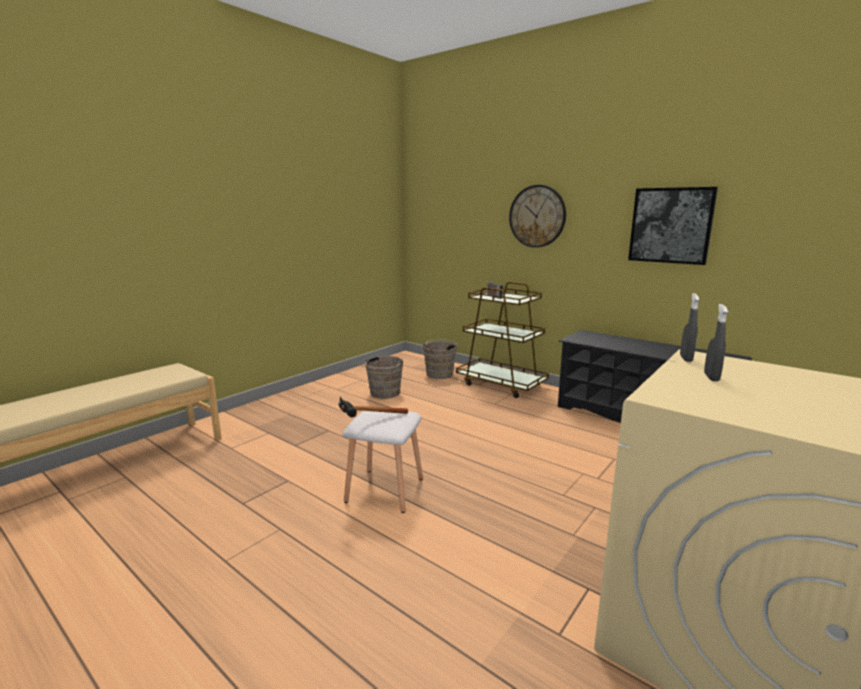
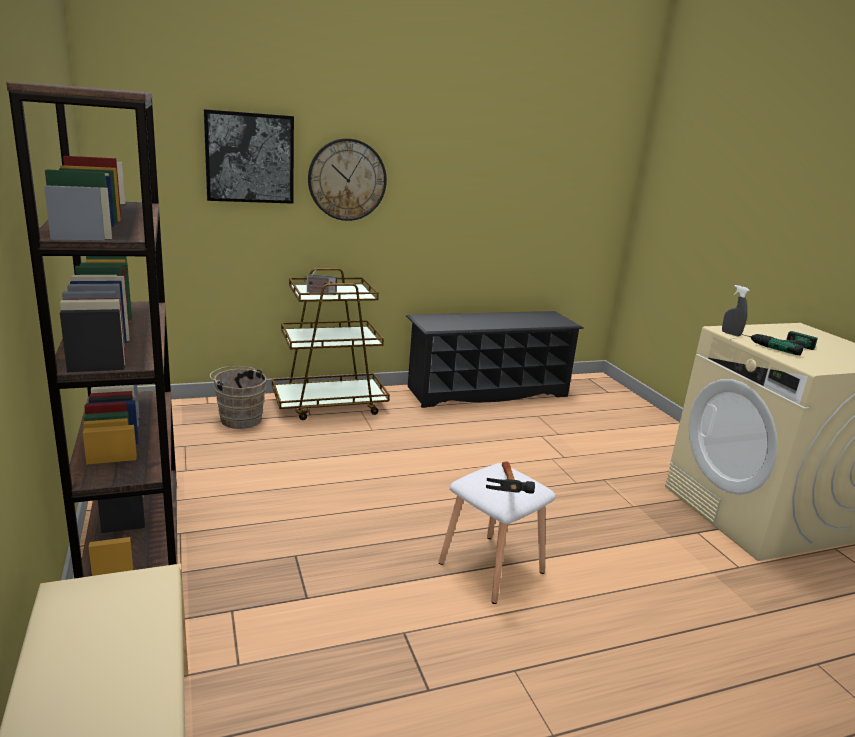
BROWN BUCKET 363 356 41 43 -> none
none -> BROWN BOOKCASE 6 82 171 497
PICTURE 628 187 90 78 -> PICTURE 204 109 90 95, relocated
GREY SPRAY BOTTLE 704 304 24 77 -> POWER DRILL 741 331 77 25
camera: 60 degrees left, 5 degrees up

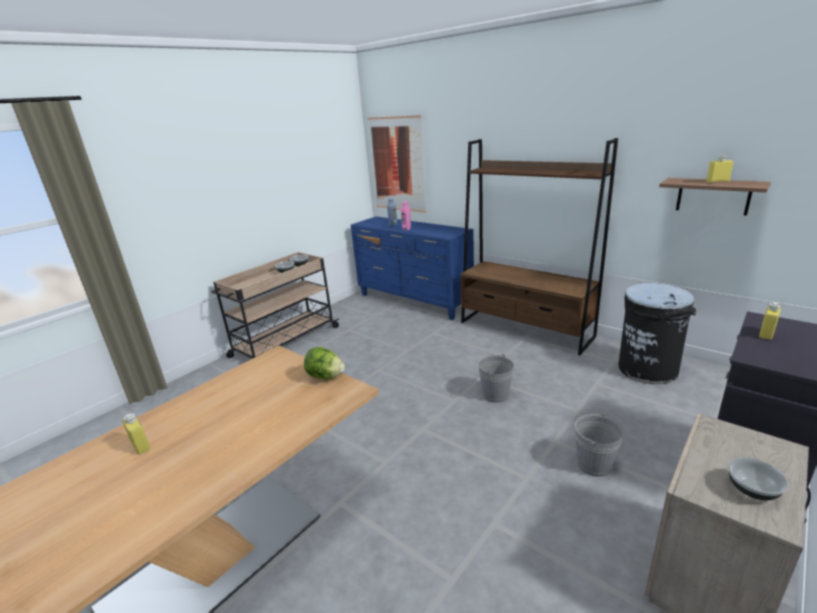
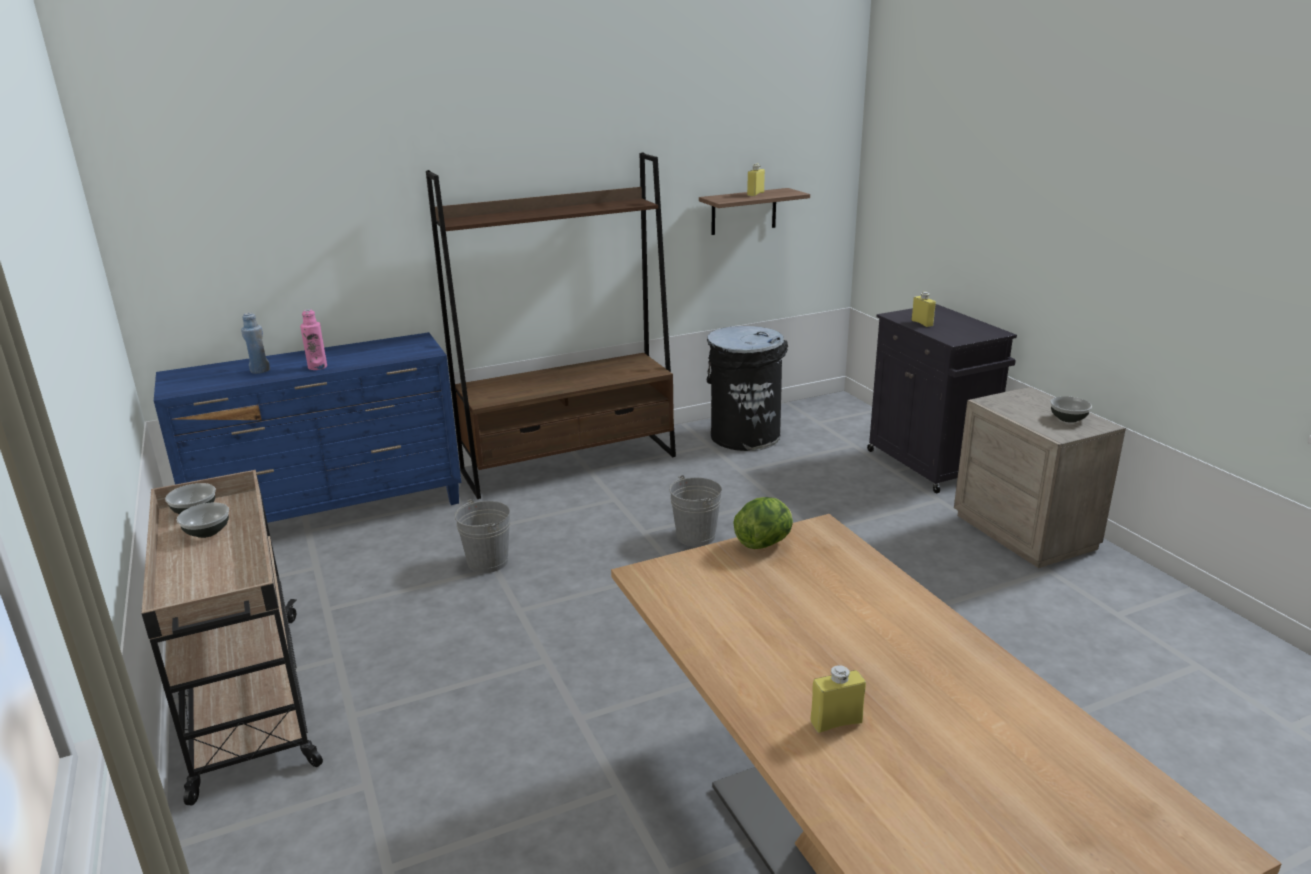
PICTURE 368 115 59 98 -> none
GREY BUCKET 575 413 48 64 -> GREY BUCKET 455 499 55 74, relocated
camera: 65 degrees left, 0 degrees up

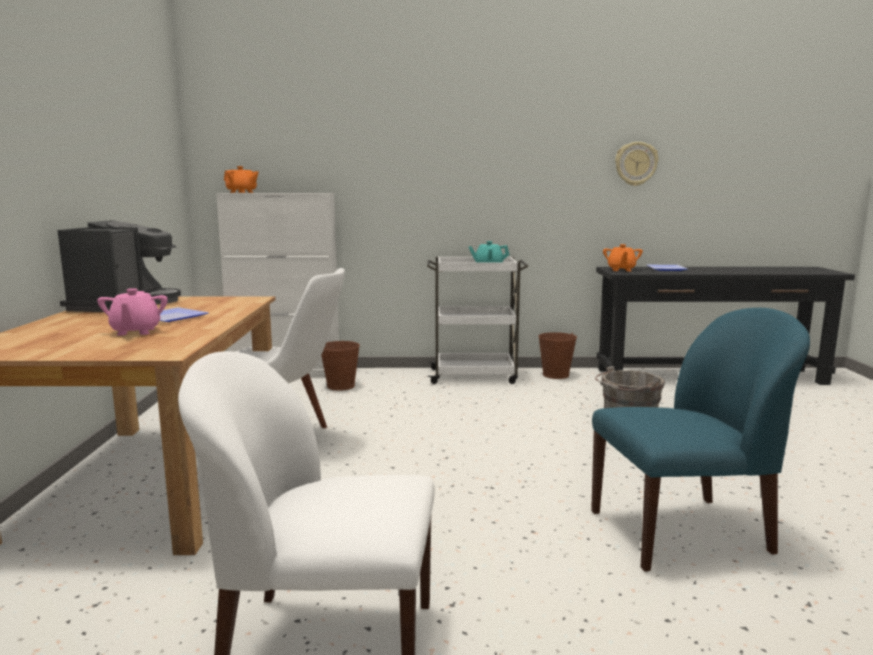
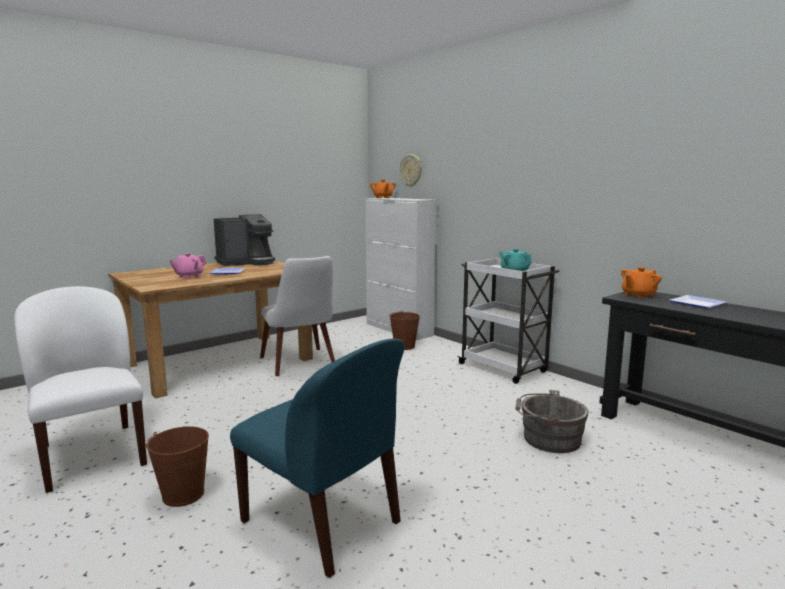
BROWN BUCKET 539 332 38 47 -> BROWN BUCKET 146 426 63 81, relocated
WALL CLOCK 615 142 44 44 -> WALL CLOCK 400 154 22 33, relocated
camera: 50 degrees right, 0 degrees up

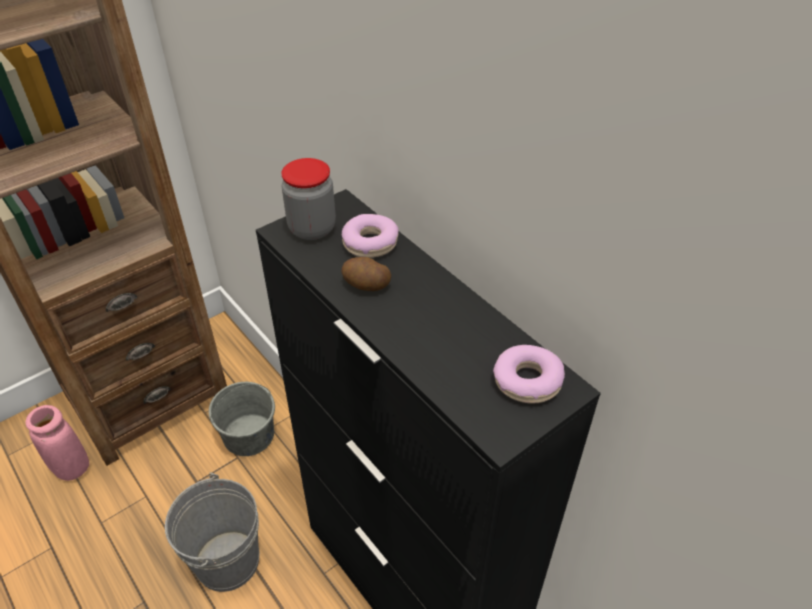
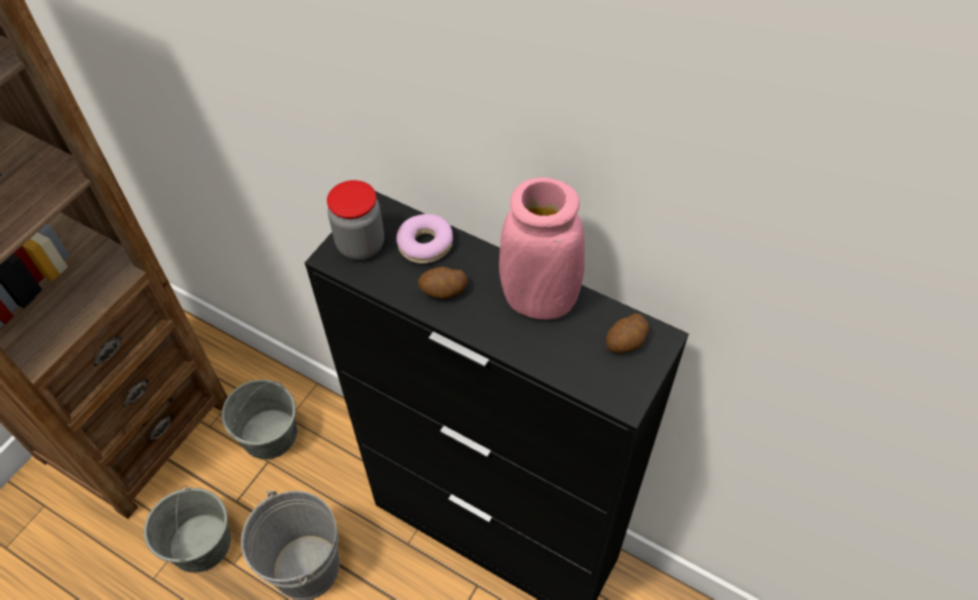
none -> GREY BUCKET 144 486 87 87
PINK VASE 26 405 63 76 -> PINK VASE 499 178 86 142, relocated
DONUT 493 345 72 59 -> POTATO 606 313 43 41
camera: 20 degrees left, 10 degrees up

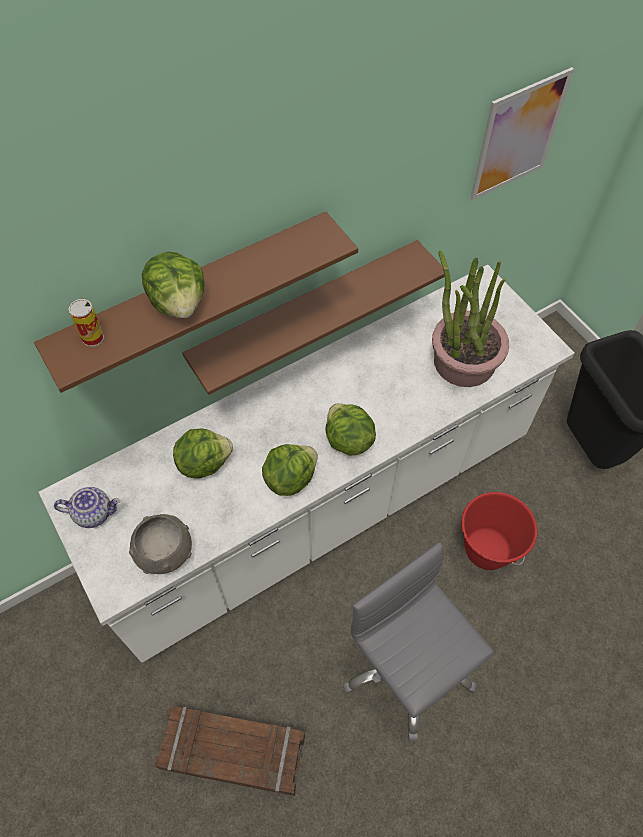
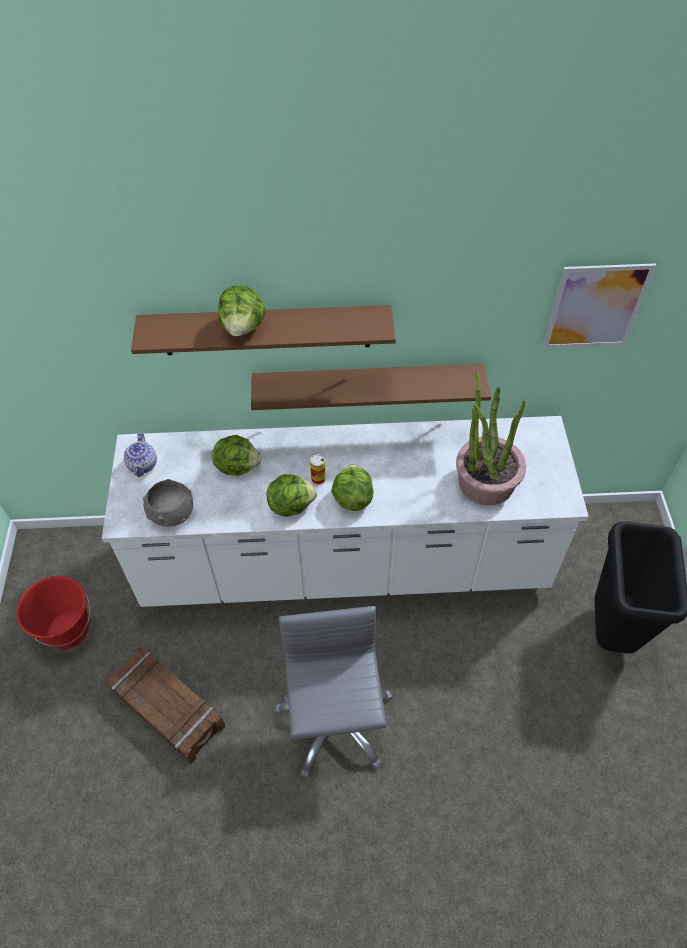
CAN 68 299 36 48 -> CAN 310 454 16 31, relocated
RED BUCKET 461 492 77 78 -> RED BUCKET 16 576 74 73, relocated
TEAPOT 54 487 66 41 -> TEAPOT 124 433 33 44, 60 degrees clockwise
camera: 30 degrees right, 5 degrees down

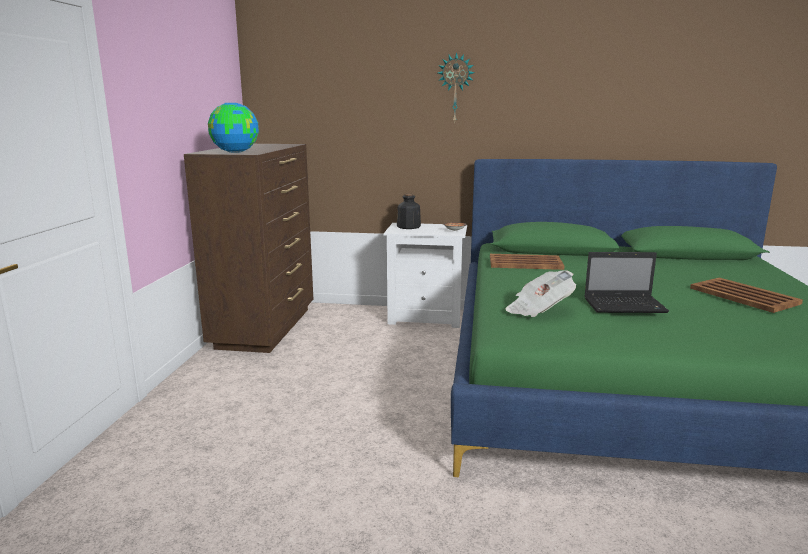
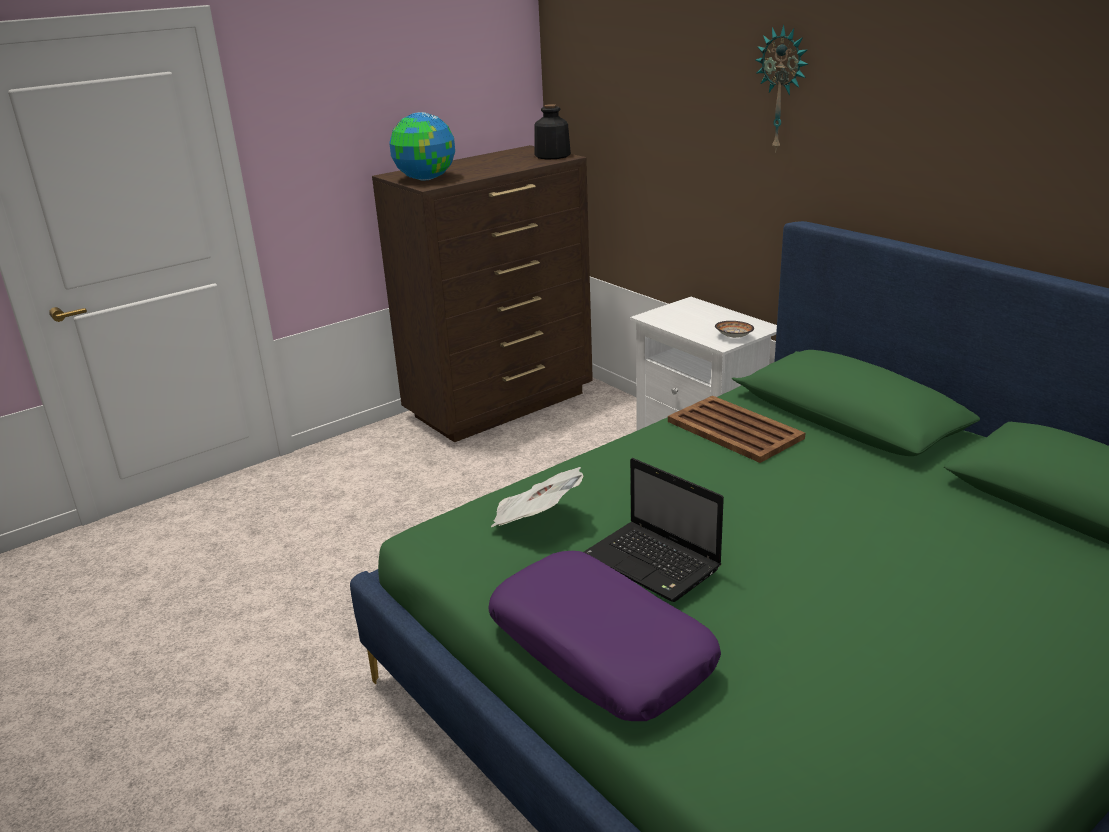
BROWN TRAY 690 278 113 35 -> none
none -> PURPLE PILLOW 488 551 233 170
BOTTLE 397 194 24 35 -> BOTTLE 535 104 36 56, relocated
camera: 45 degrees right, 10 degrees up

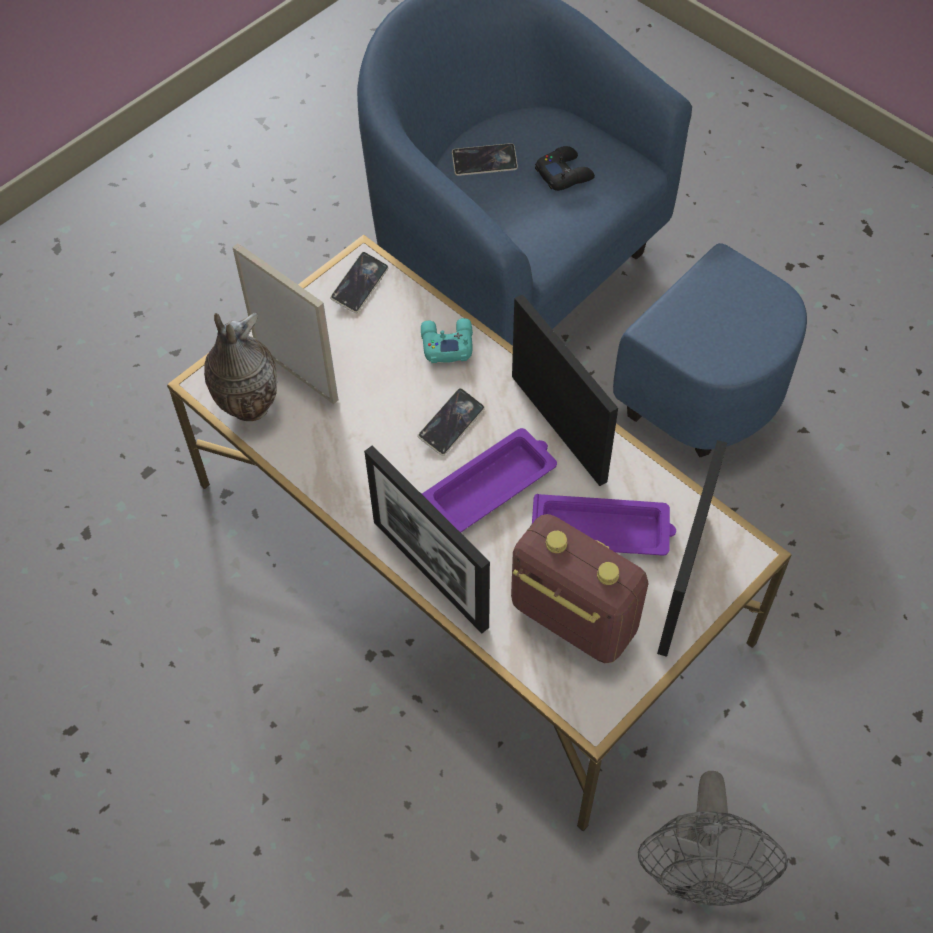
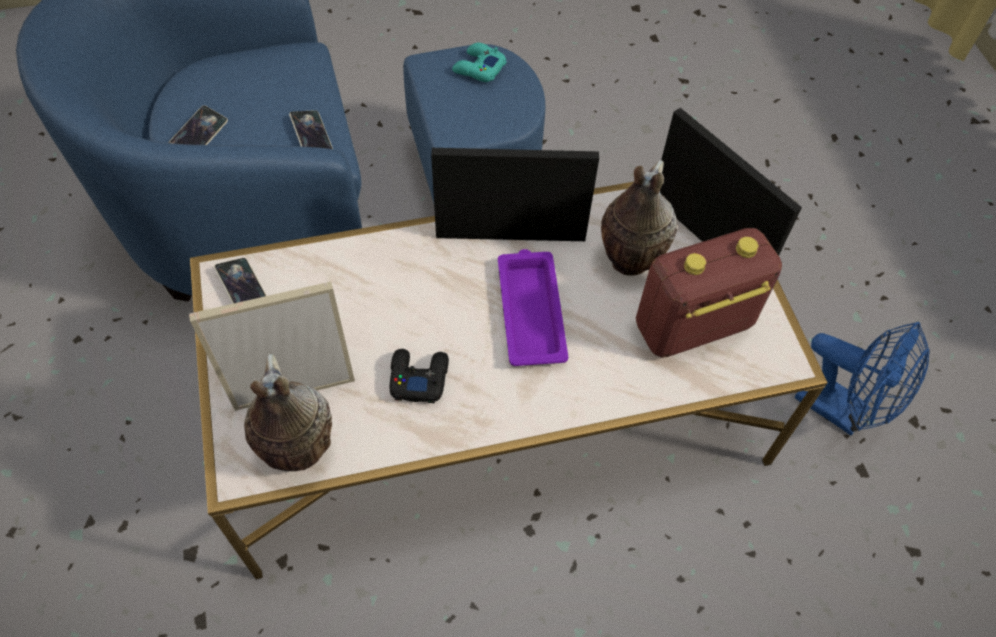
PICTURE FRAME 364 445 126 188 -> none
PHONE 418 388 67 68 -> PHONE 289 110 44 39, relocated
TURQUOISE GAME CONTROLLER 421 318 52 45 -> TURQUOISE GAME CONTROLLER 452 43 55 39, relocated
BLACK GAME CONTROLLER 535 146 60 45 -> BLACK GAME CONTROLLER 390 349 59 54, relocated
PURPLE TRAY 532 494 144 62 -> VASE 601 160 76 116
GREY FAN 638 771 150 135 -> BLUE FAN 795 322 135 113
camera: 60 degrees left, 0 degrees up

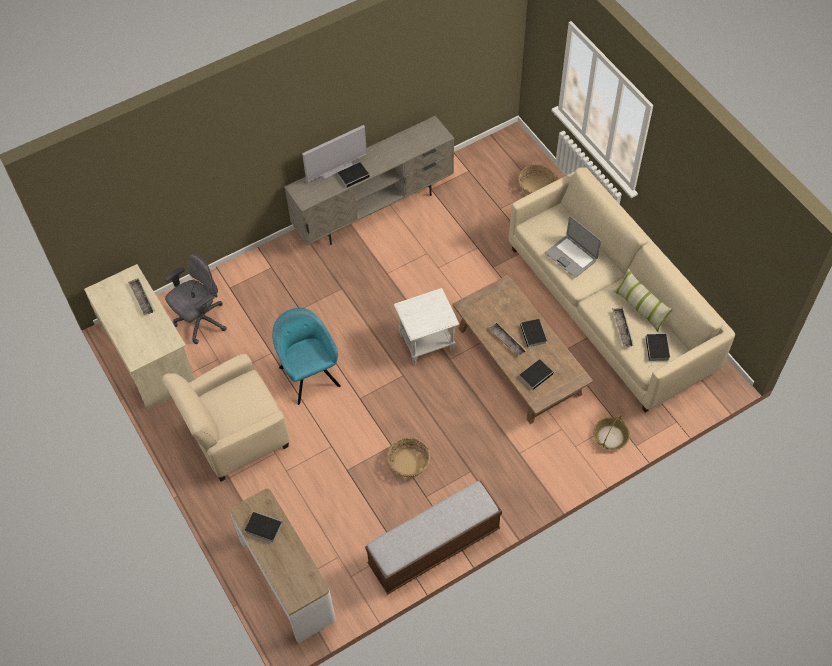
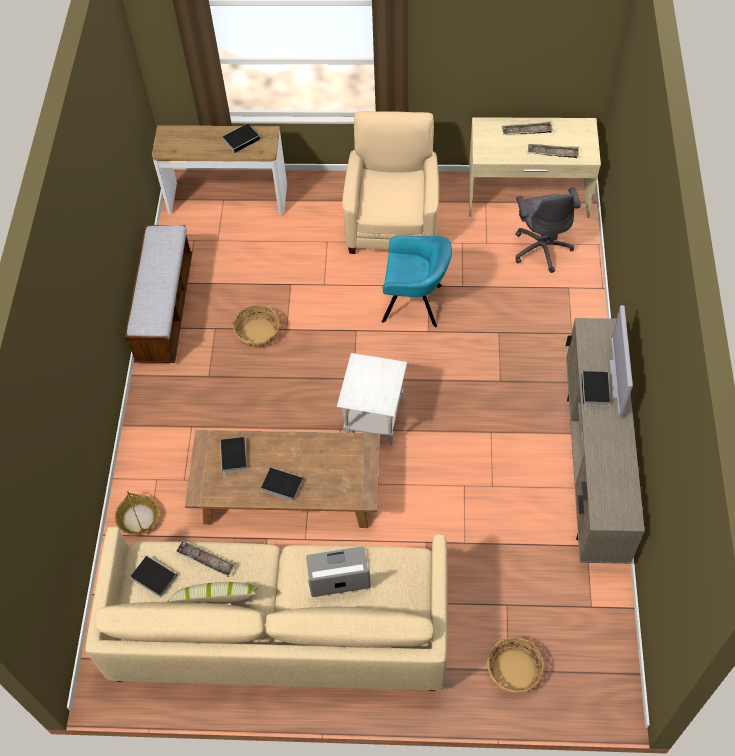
TRAY 488 322 39 34 -> TRAY 502 121 51 14, relocated
camera: 125 degrees right, 0 degrees up

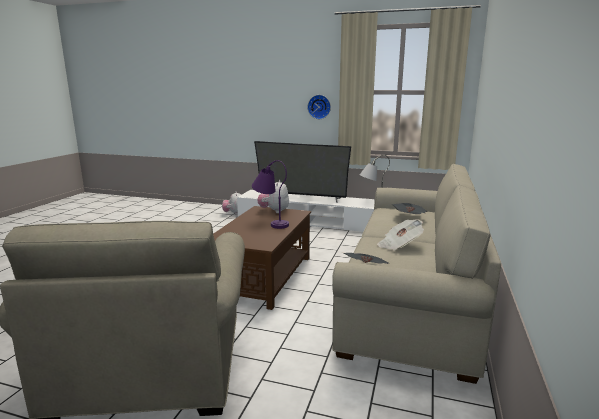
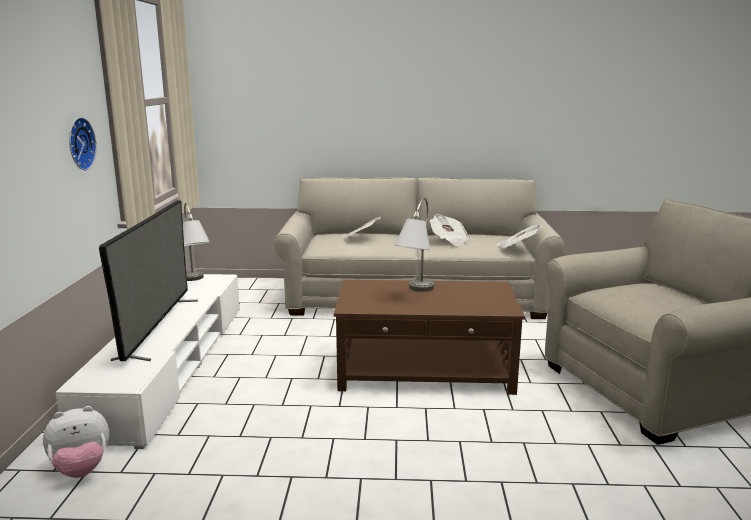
PLUSH TOY 258 180 31 33 -> none
PURPLE TABLE LAMP 252 160 37 69 -> GREY TABLE LAMP 395 198 39 94
camera: 105 degrees left, 0 degrees up

